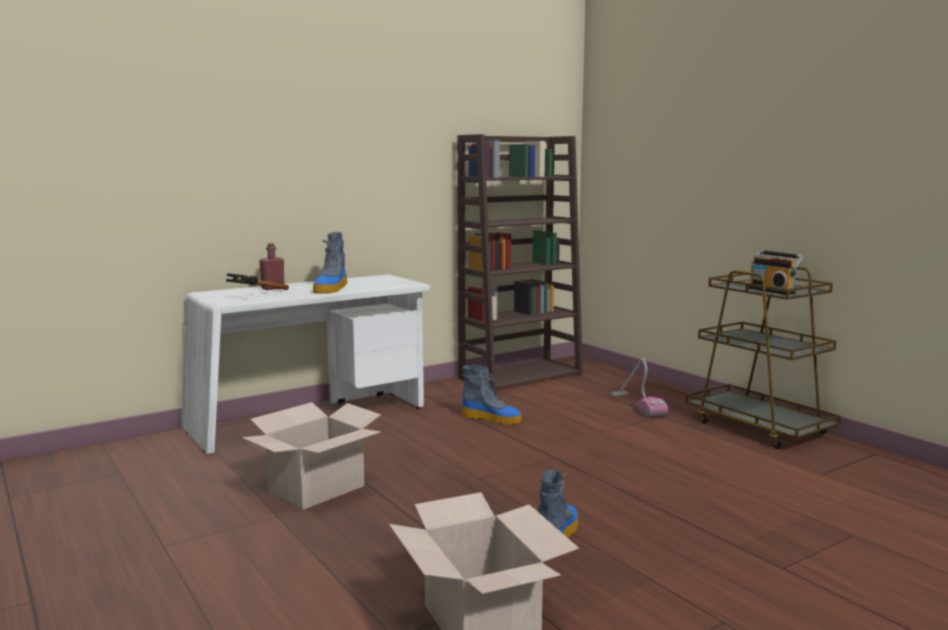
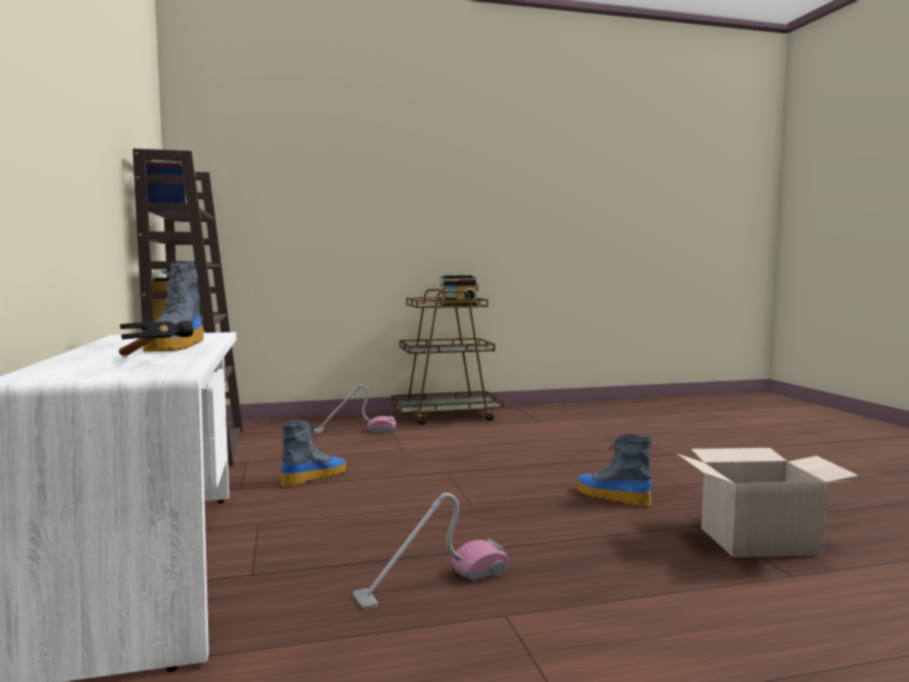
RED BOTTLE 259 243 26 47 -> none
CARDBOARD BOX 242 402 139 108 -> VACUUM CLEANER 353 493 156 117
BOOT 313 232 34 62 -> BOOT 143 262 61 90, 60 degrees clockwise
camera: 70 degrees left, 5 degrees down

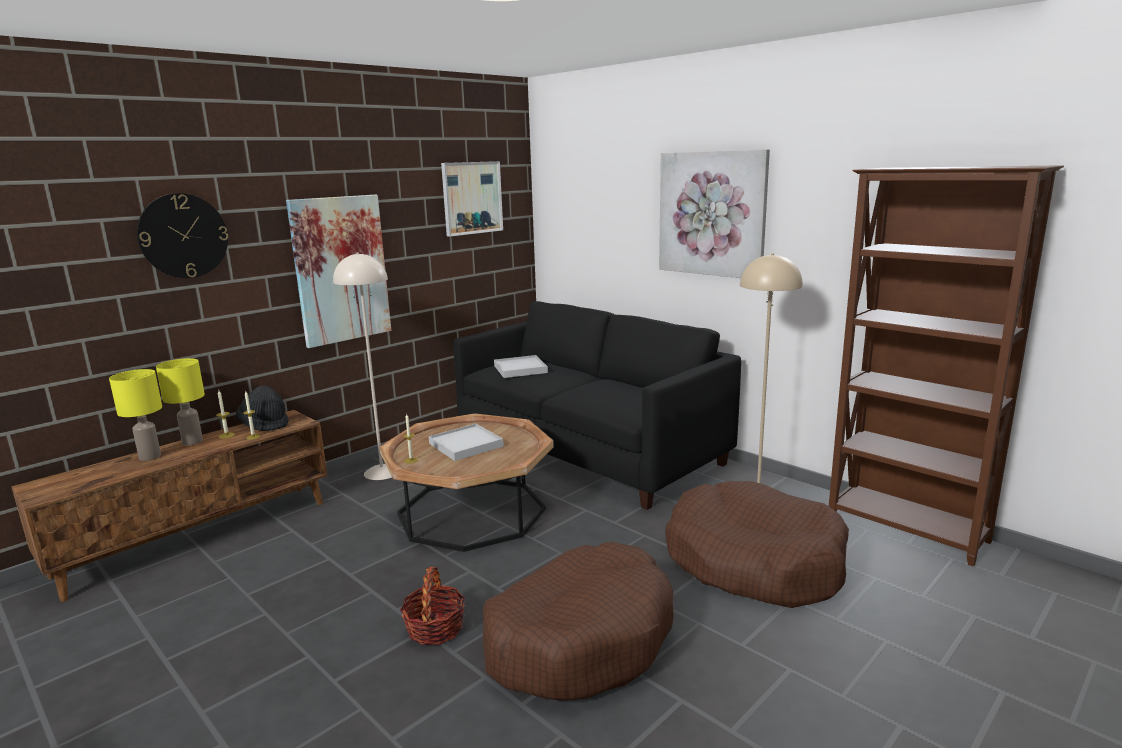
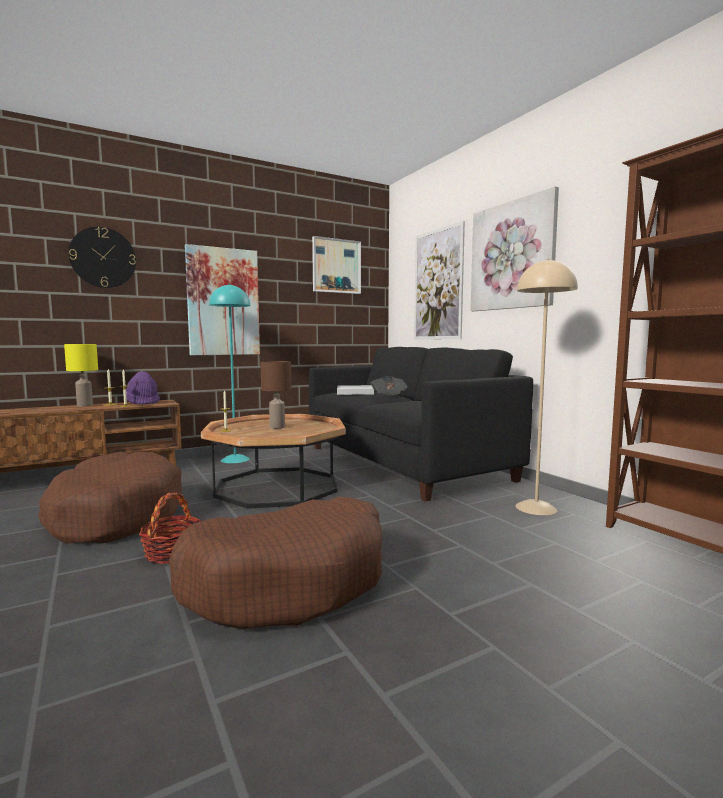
YELLOW TABLE LAMP 109 369 53 92 -> none
none -> NEWSPAPER 370 376 38 19
none -> PICTURE 414 221 51 119
BROWN DOG BED 665 481 184 127 -> BROWN DOG BED 38 451 144 93, relocated
WHITE TRAY 429 424 75 37 -> BROWN TABLE LAMP 260 361 32 68
BLACK HAT 236 386 53 45 -> PURPLE HAT 123 371 37 34
BEIGE FLOOR LAMP 333 252 59 228 -> TURQUOISE FLOOR LAMP 209 284 41 179
camera: 15 degrees right, 10 degrees down

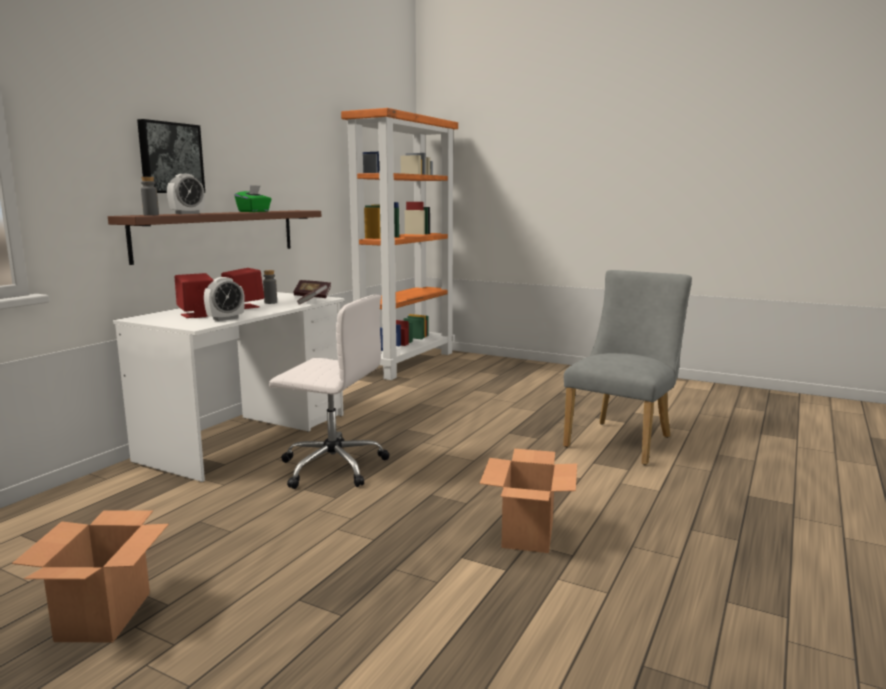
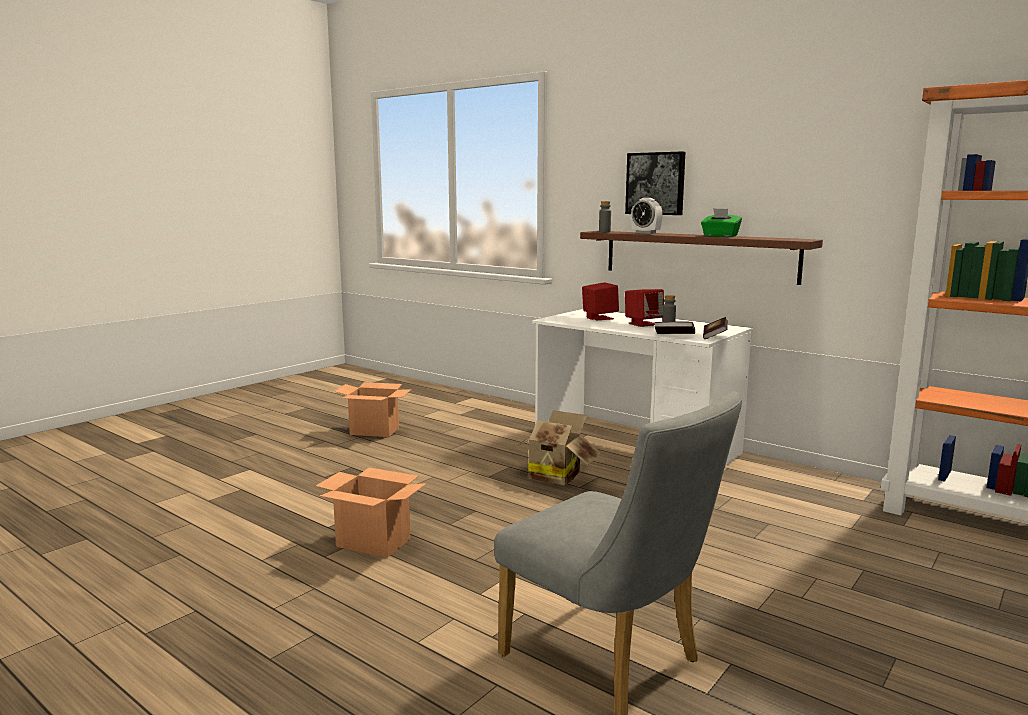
ALARM CLOCK 204 277 41 44 -> none
WHITE OFFICE CHAIR 269 294 121 195 -> CARDBOARD BOX 509 410 92 75
camera: 100 degrees right, 0 degrees up

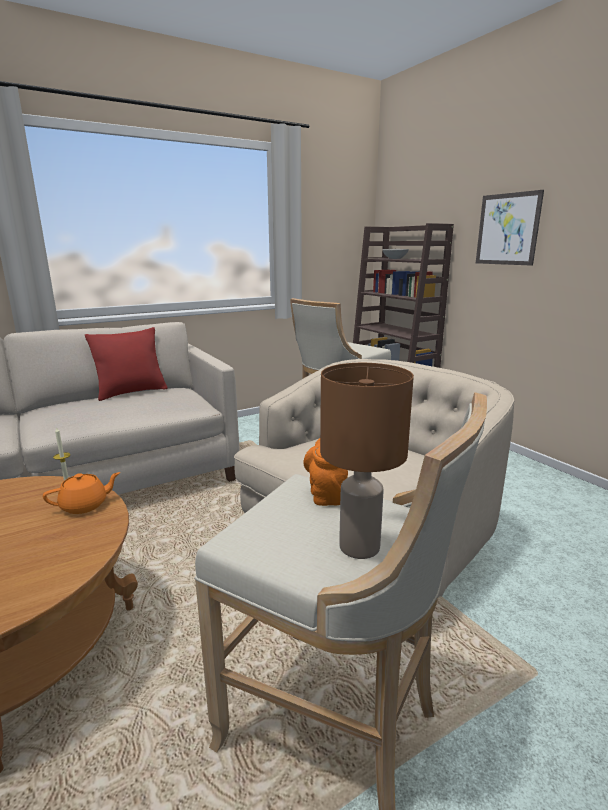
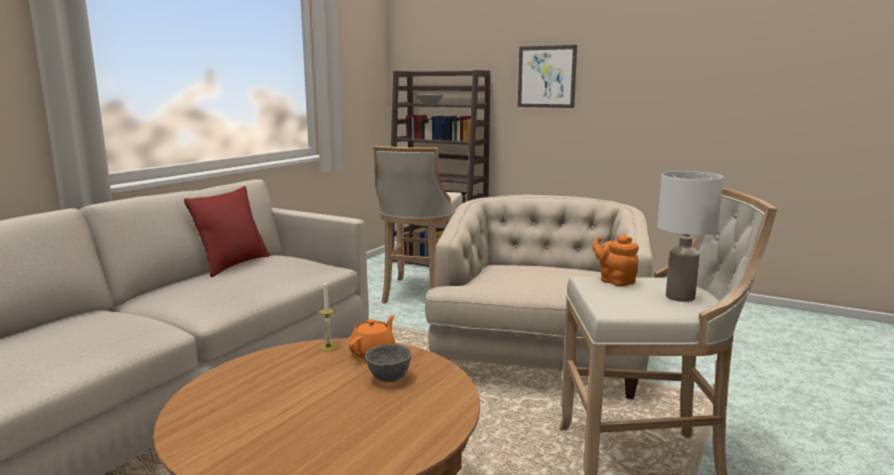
none -> GREY BOWL 365 344 47 38
BROWN TABLE LAMP 320 363 94 196 -> WHITE TABLE LAMP 657 171 66 131
camera: 30 degrees left, 5 degrees down

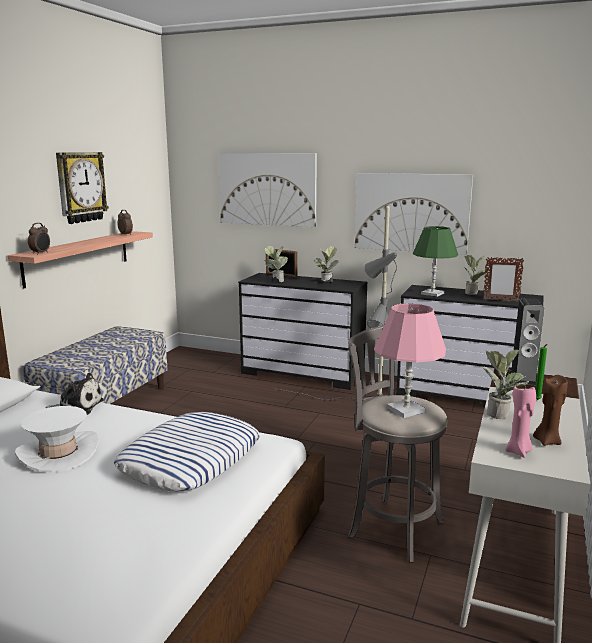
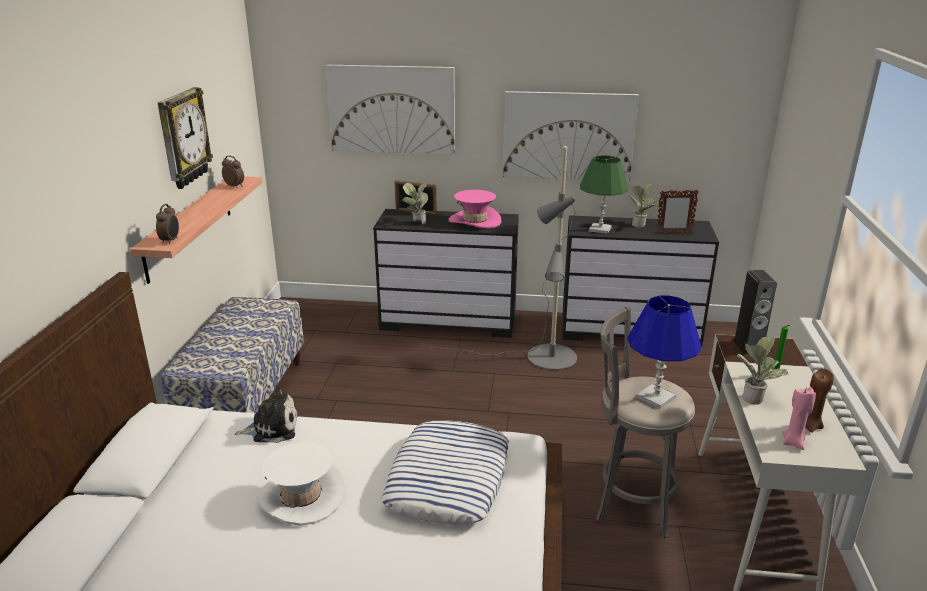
POTTED PLANT 314 246 24 36 -> PINK HAT 449 190 52 38
PINK TABLE LAMP 374 303 72 115 -> BLUE TABLE LAMP 627 295 75 114
camera: 15 degrees left, 10 degrees up

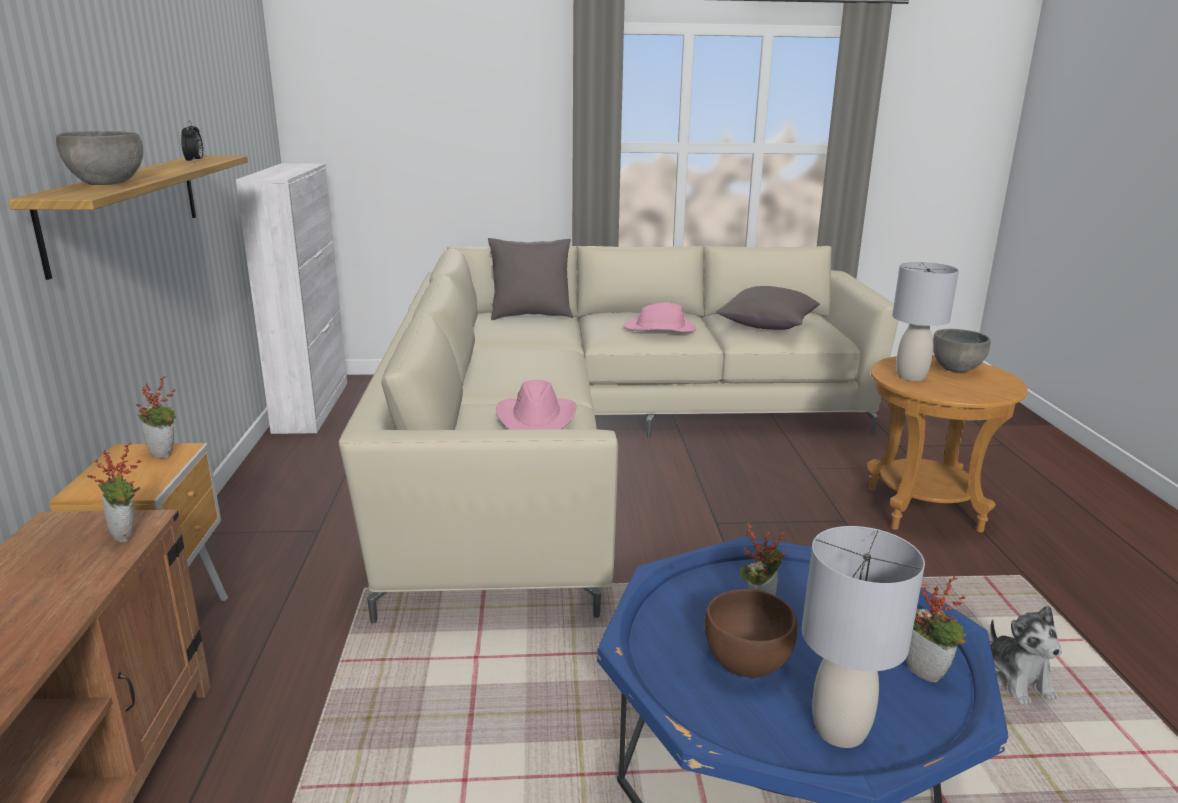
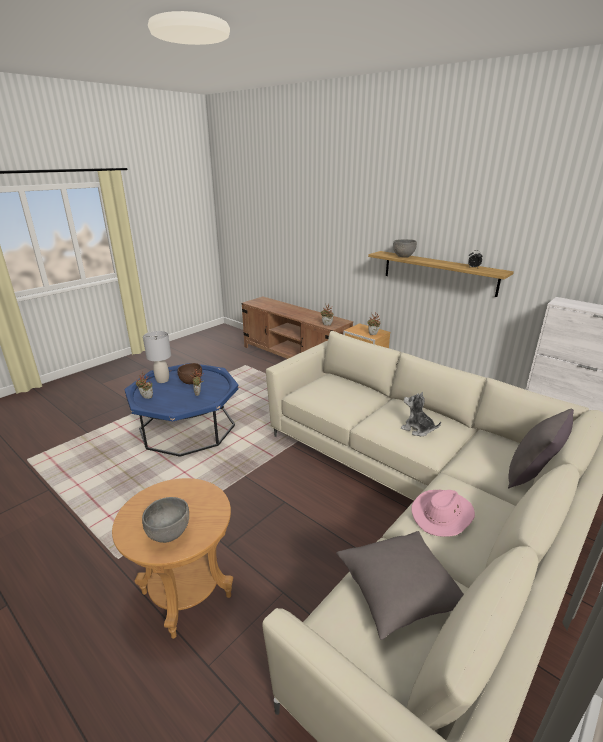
PINK HAT 496 380 81 50 -> none
GREY TABLE LAMP 892 262 67 119 -> none
PLUSH TOY 990 605 72 100 -> PLUSH TOY 401 392 40 44, relocated
camera: 135 degrees right, 5 degrees up

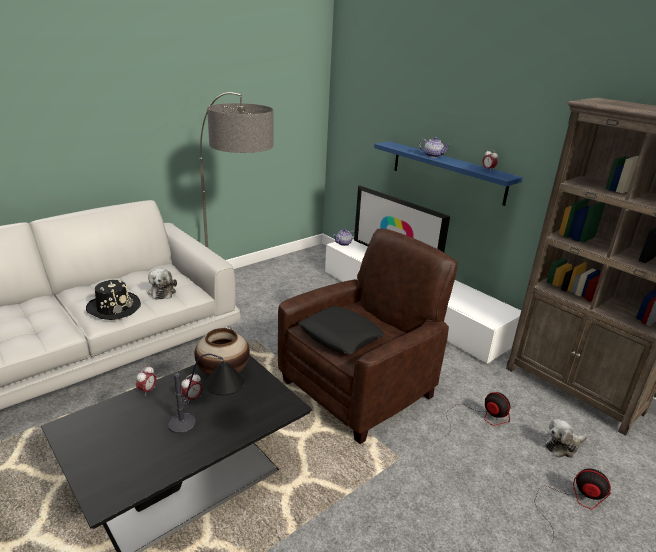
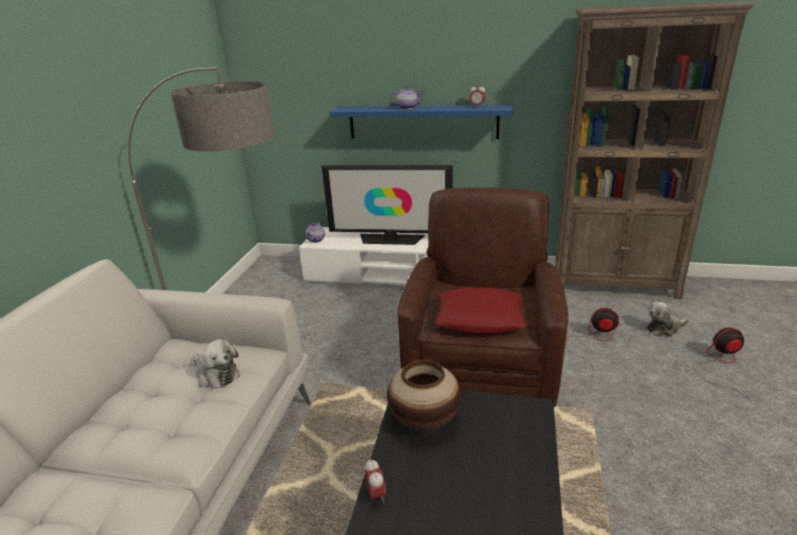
BLACK HAT 86 280 55 40 -> none
TABLE LAMP 168 354 76 79 -> none
ALARM CLOCK 181 374 22 29 -> none
BLACK PILLOW 298 306 87 48 -> RED PILLOW 435 287 92 47
PLUSH TOY 545 419 43 39 -> PLUSH TOY 646 301 43 35, 45 degrees clockwise
camera: 35 degrees left, 0 degrees up

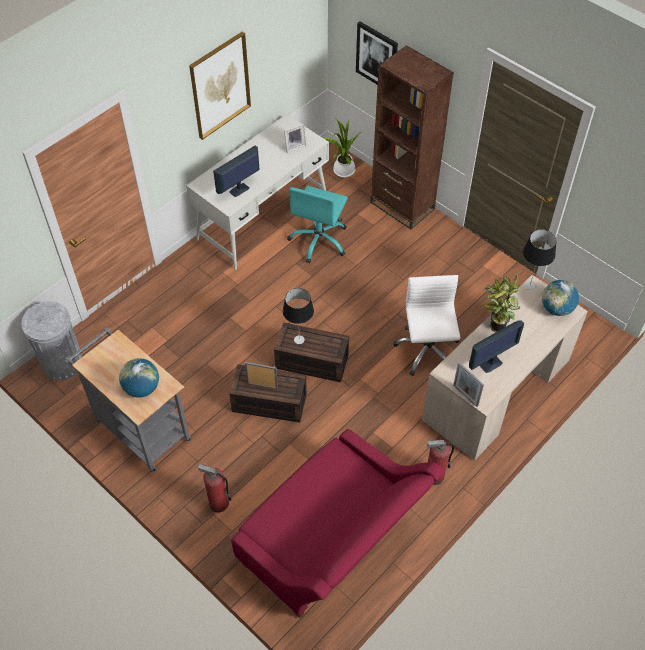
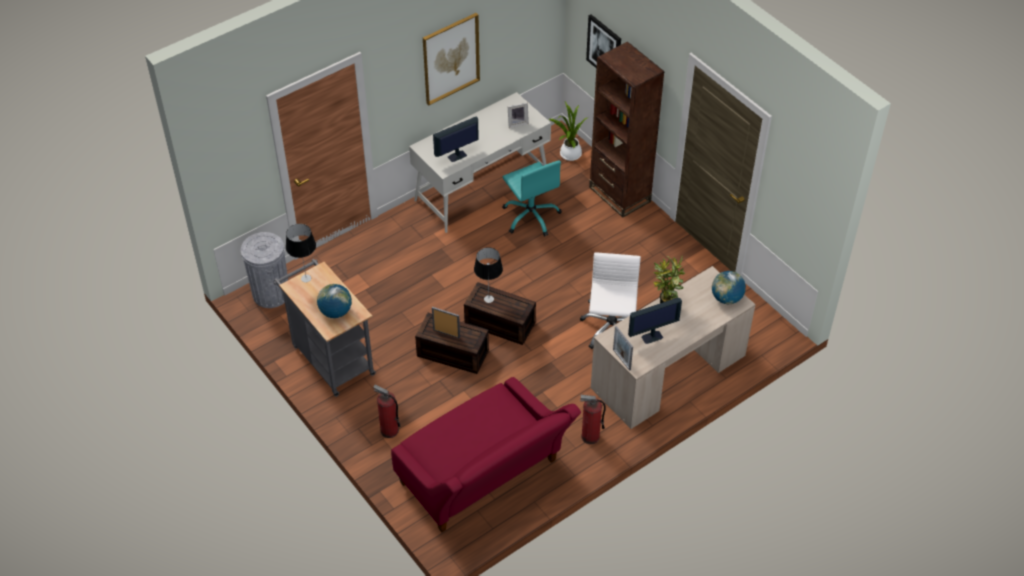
TABLE LAMP 523 230 34 60 -> TABLE LAMP 286 224 30 58, relocated
TURQUOISE OFFICE CHAIR 287 185 61 78 -> TURQUOISE OFFICE CHAIR 502 160 60 76, 60 degrees counterclockwise
camera: 10 degrees right, 5 degrees down

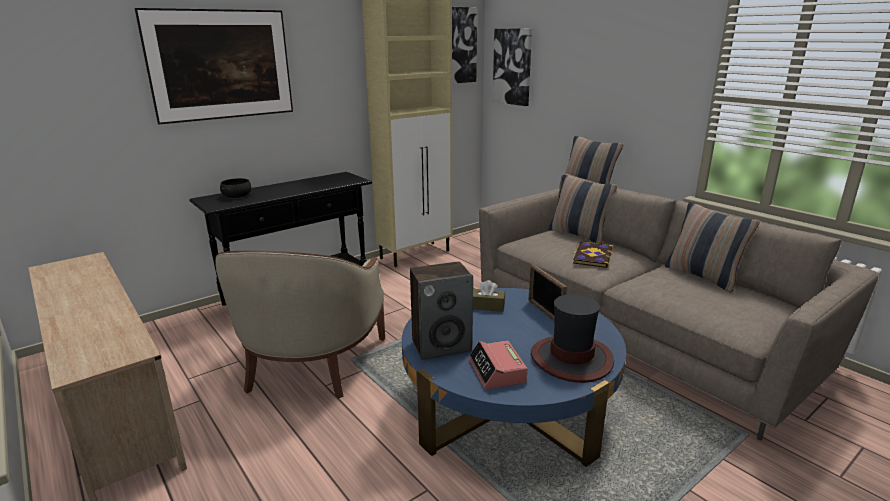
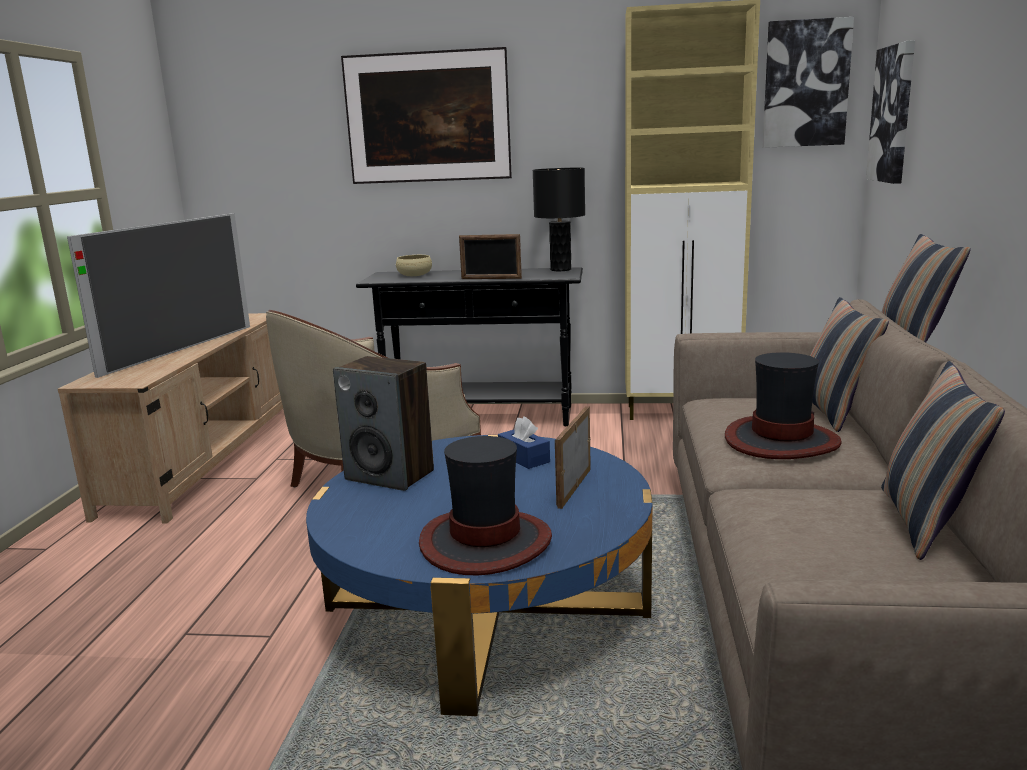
ALARM CLOCK 468 341 59 48 -> none
none -> TELEVISION 67 213 183 165
none -> PICTURE FRAME 459 234 63 45
none -> BLACK TABLE LAMP 533 168 52 103
BOOK 572 242 41 26 -> HAT 725 352 117 107
BLACK BOWL 220 178 31 20 -> BEIGE BOWL 396 255 36 21
BROWN TISSUE BOX 473 280 32 32 -> BLUE TISSUE BOX 498 416 52 53
camera: 45 degrees right, 5 degrees down

